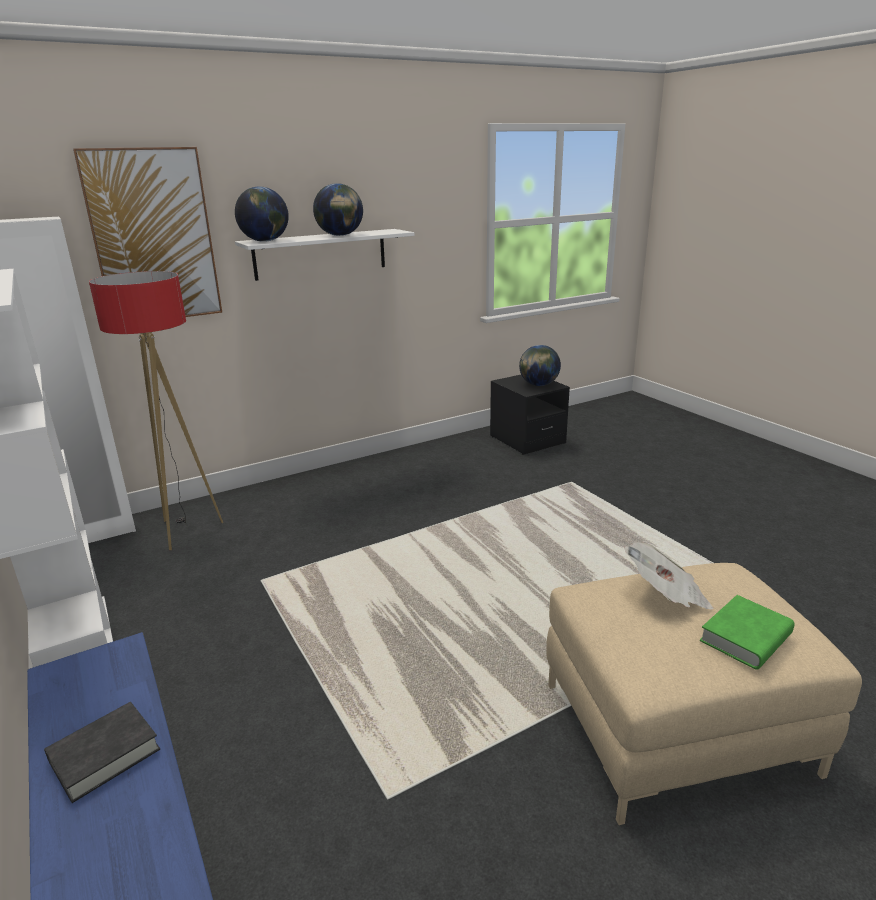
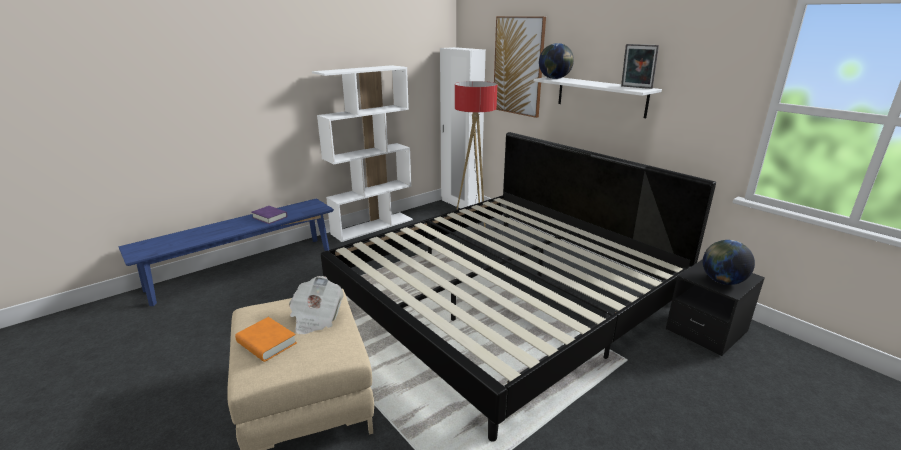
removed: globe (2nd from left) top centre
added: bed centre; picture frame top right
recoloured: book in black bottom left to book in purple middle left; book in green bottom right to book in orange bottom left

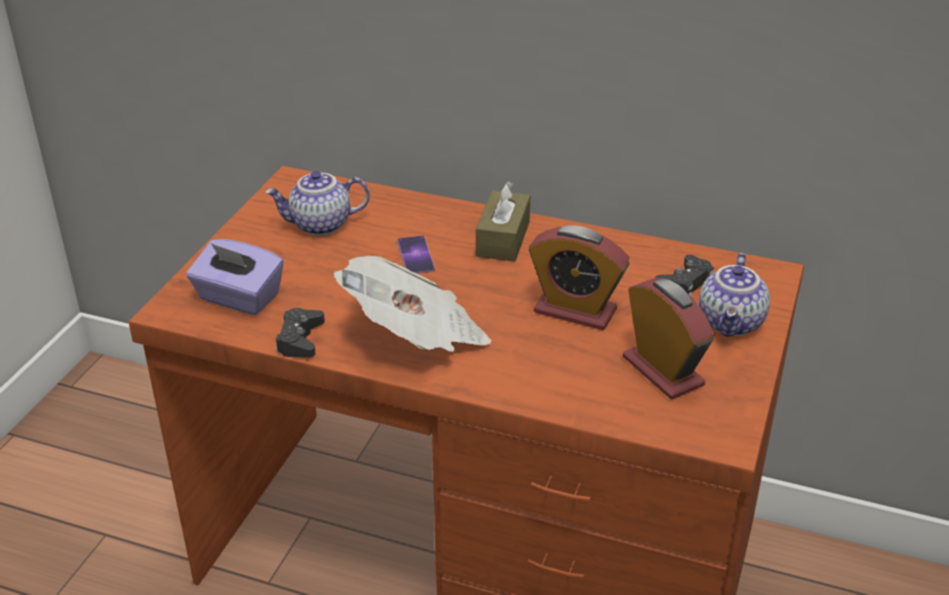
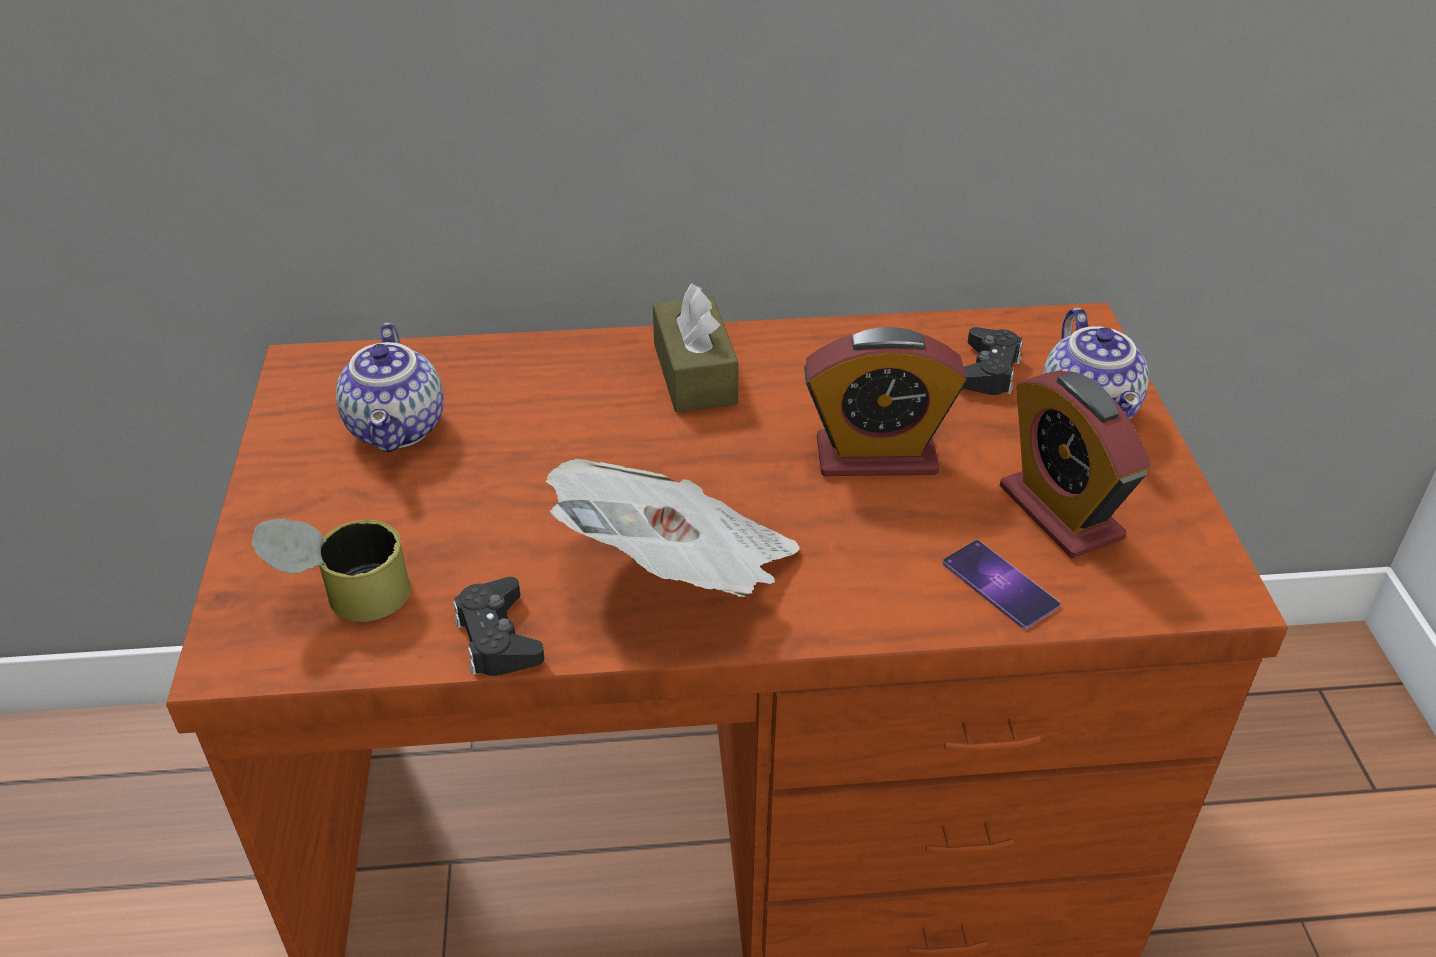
moved: phone centre to middle right
replaced: tissue box in purple middle left to can middle left
turned: teapot (1st from left) centre = middle left 60 degrees counterclockwise; alarm clock (2nd from left) middle right = middle right 150 degrees counterclockwise

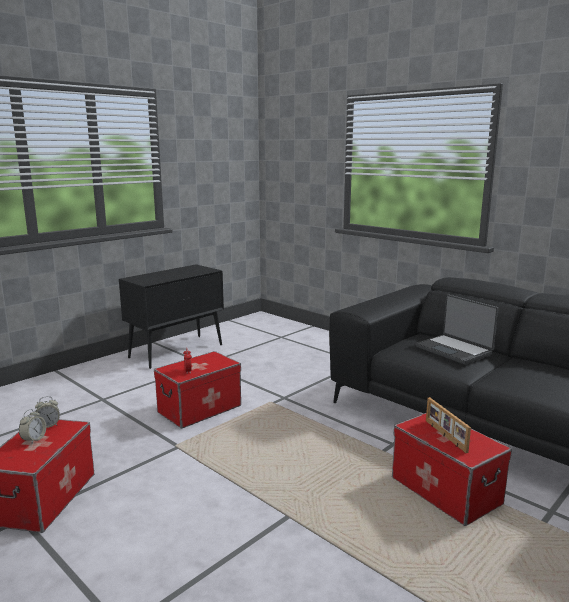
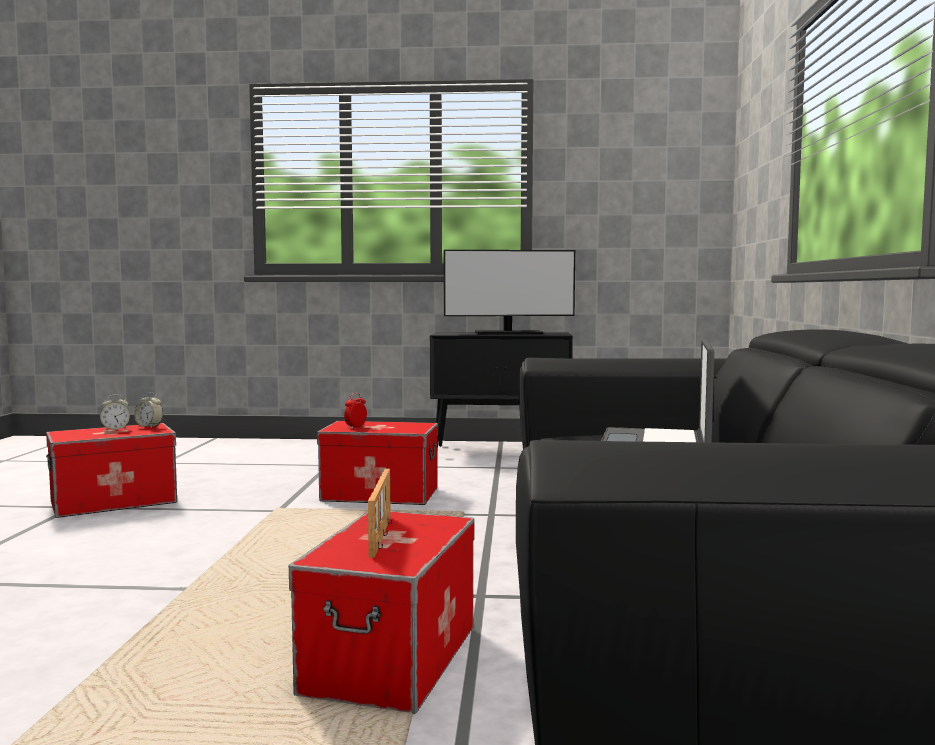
added: monitor centre
turned: picture frame bottom right = bottom centre 150 degrees clockwise

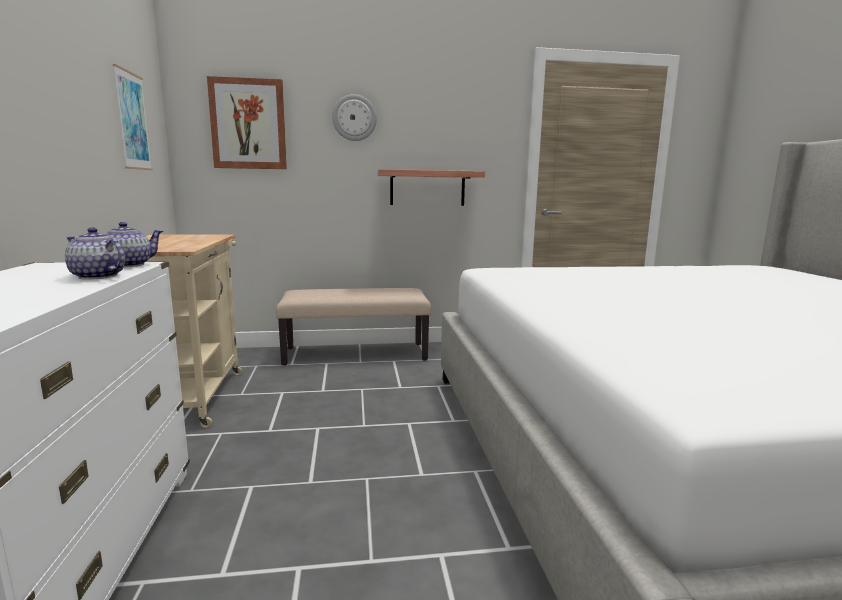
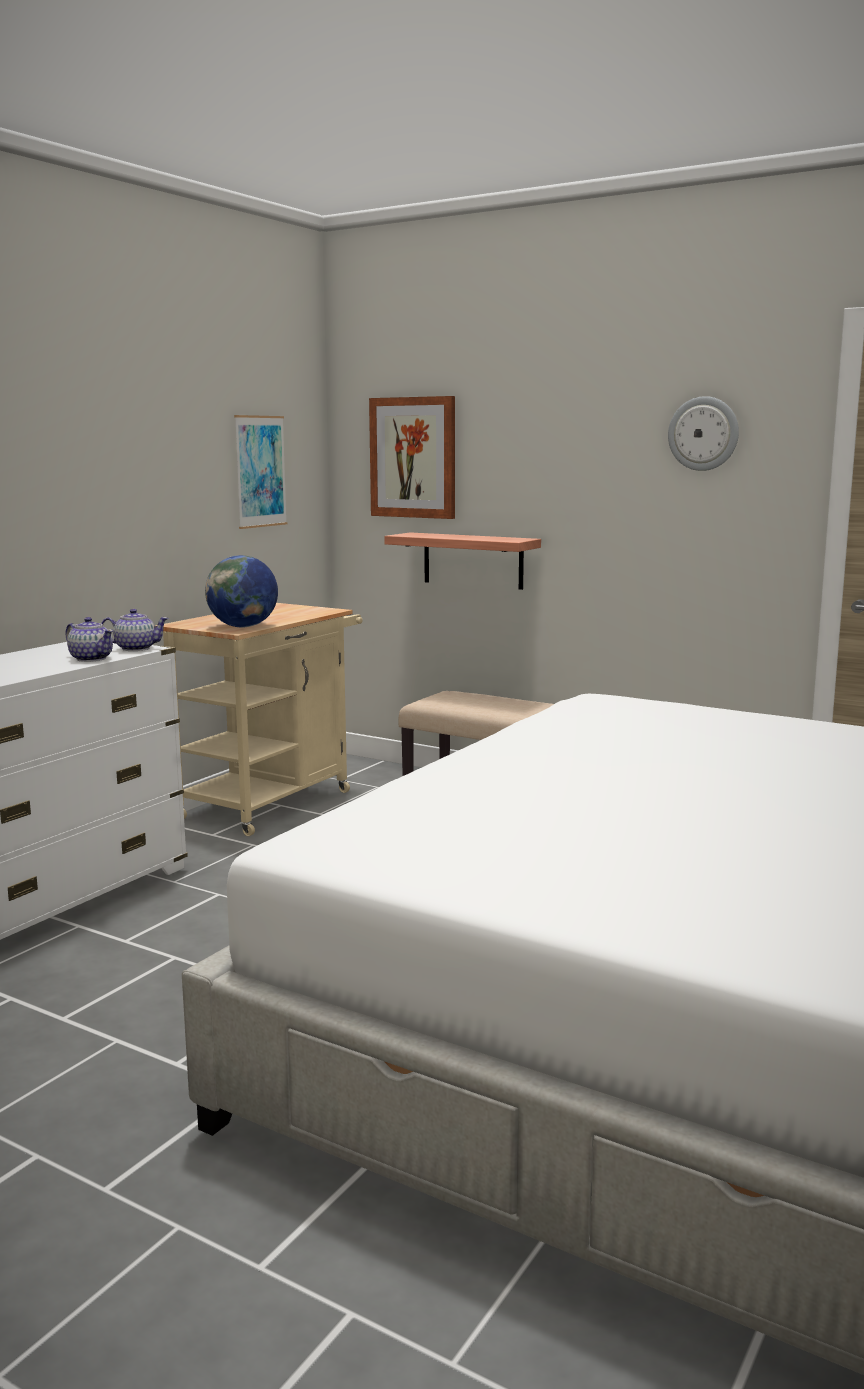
added: globe middle left
moved: wall clock top centre to top right; shelf top centre to centre
turned: teapot (1st from left) middle left = middle left 150 degrees clockwise

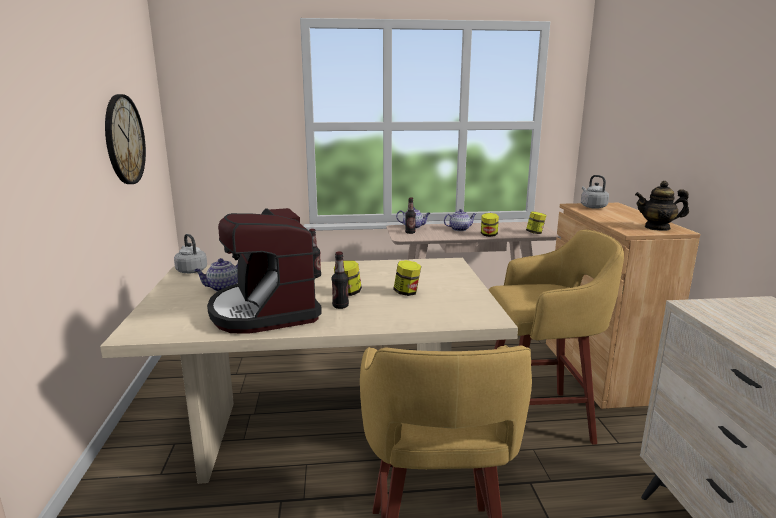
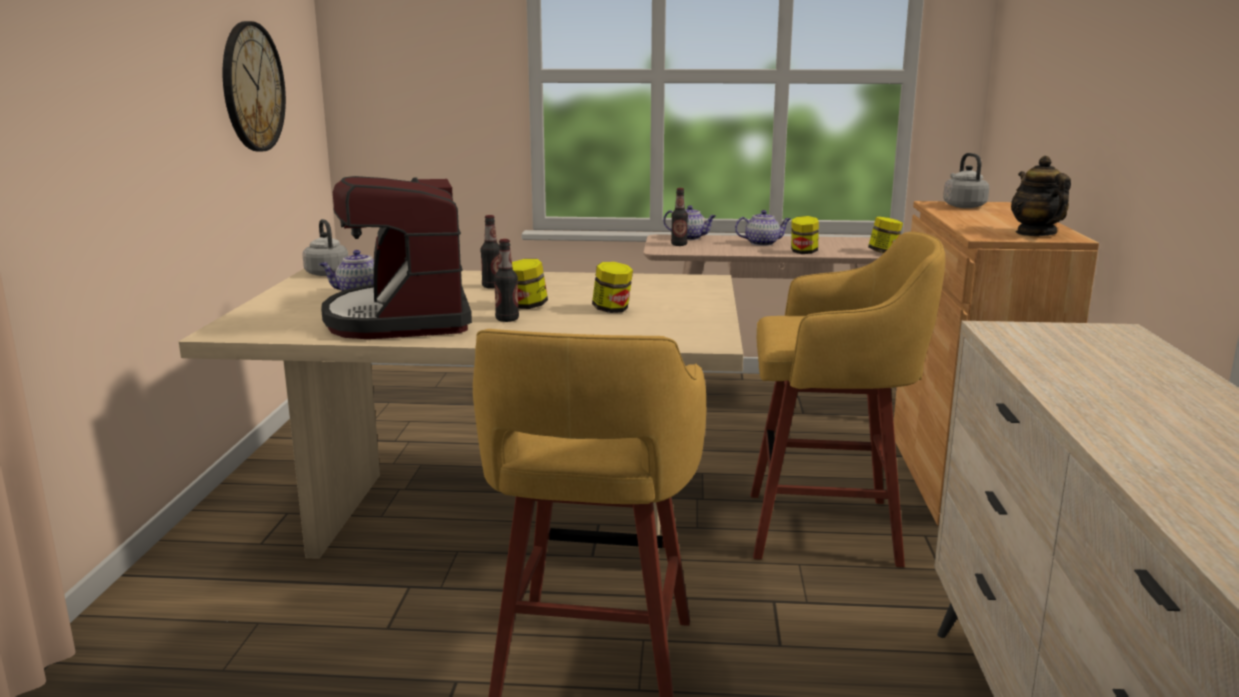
turned: teapot (4th from left) middle right = top right 60 degrees clockwise

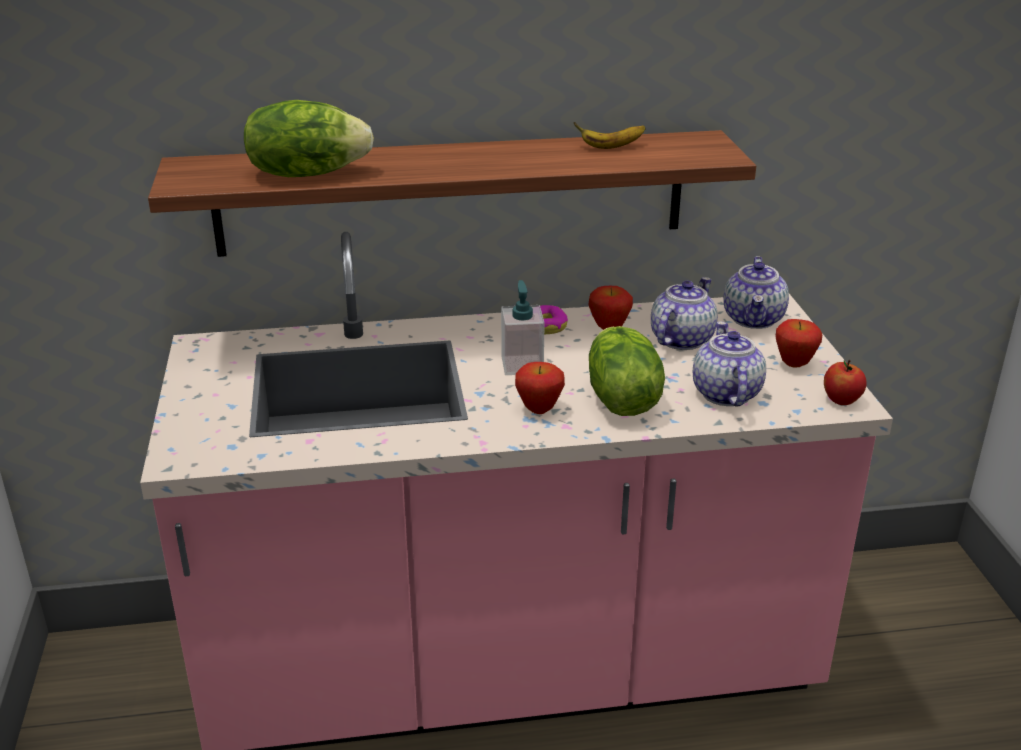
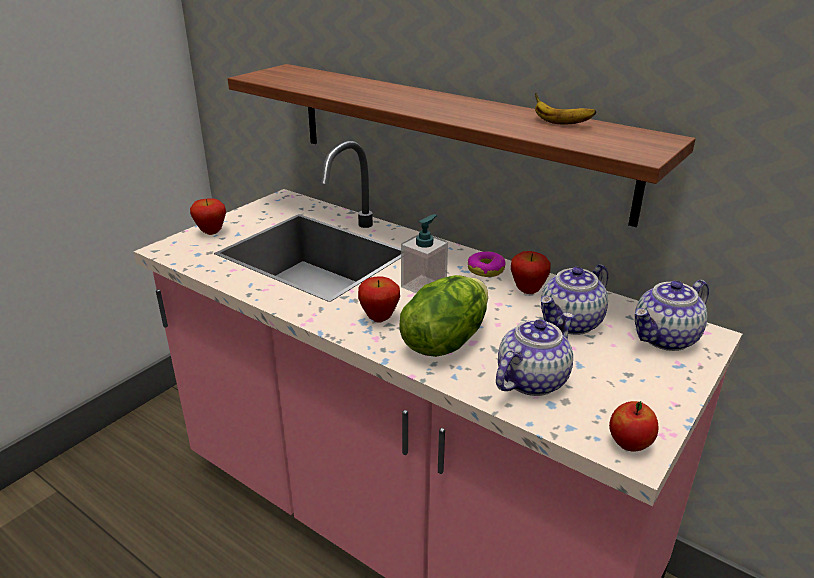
removed: lettuce (1st from left) top left
moved: apple (3rd from left in the first image) middle right to apple (1st from left) middle left
turned: teapot (1st from left in the first image) middle right = middle right 150 degrees clockwise

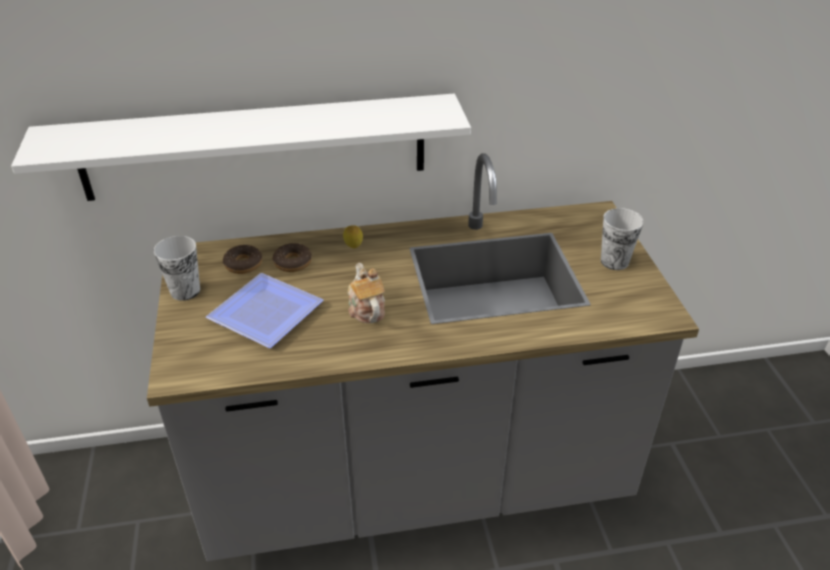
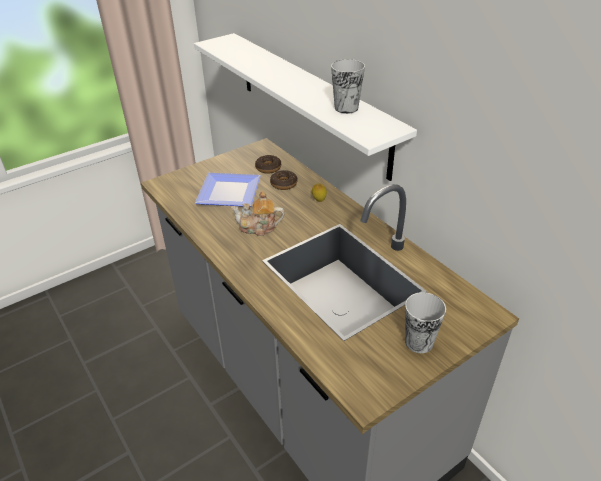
moved: cup (1st from left) middle left to top centre
turned: teapot centre = centre 135 degrees counterclockwise

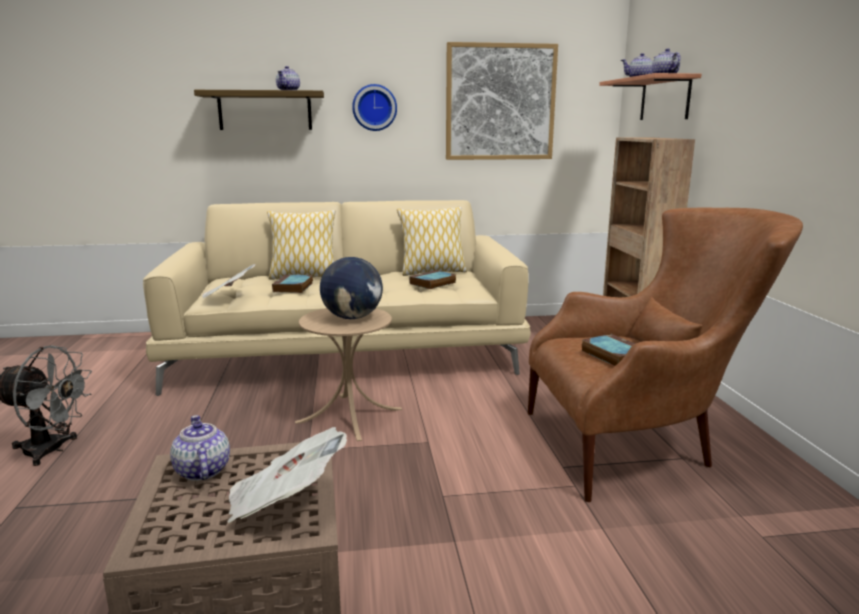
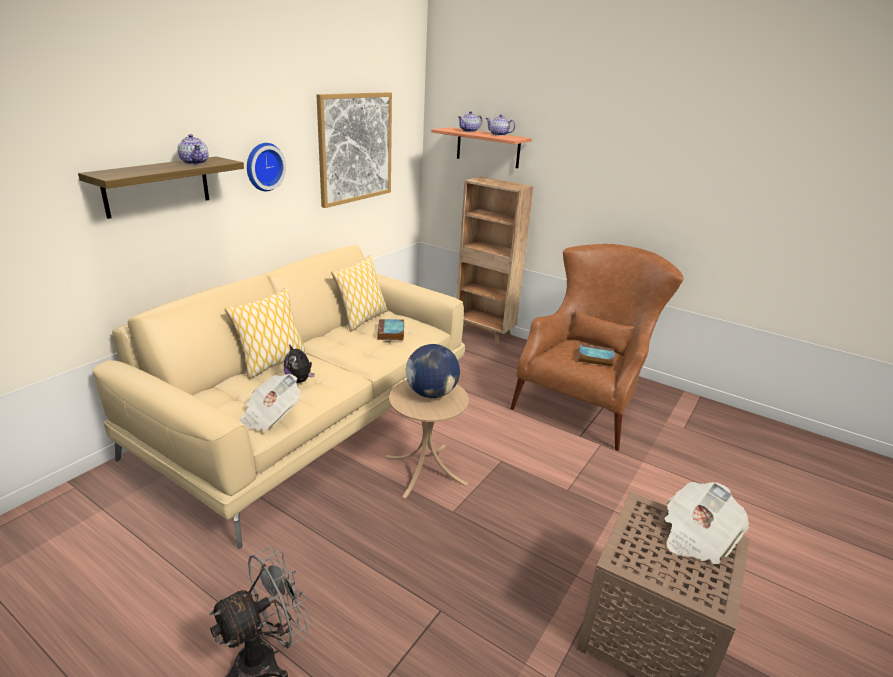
removed: teapot (1st from left) bottom left
replaced: book (1st from left) centre to plush toy centre

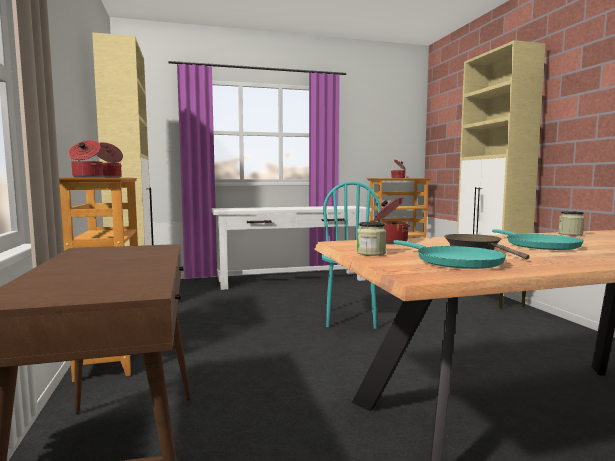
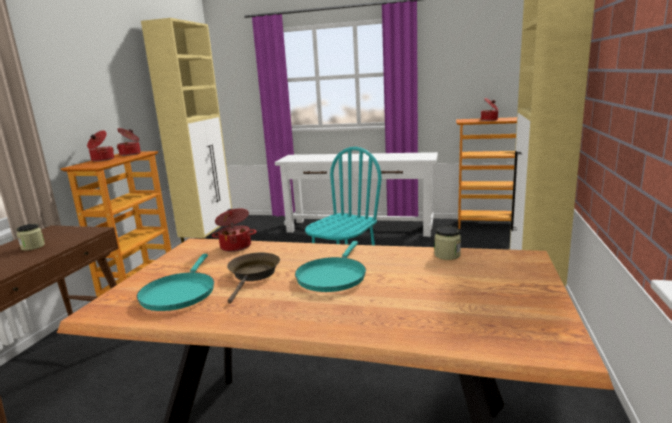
moved: jar (1st from left) centre to middle left

